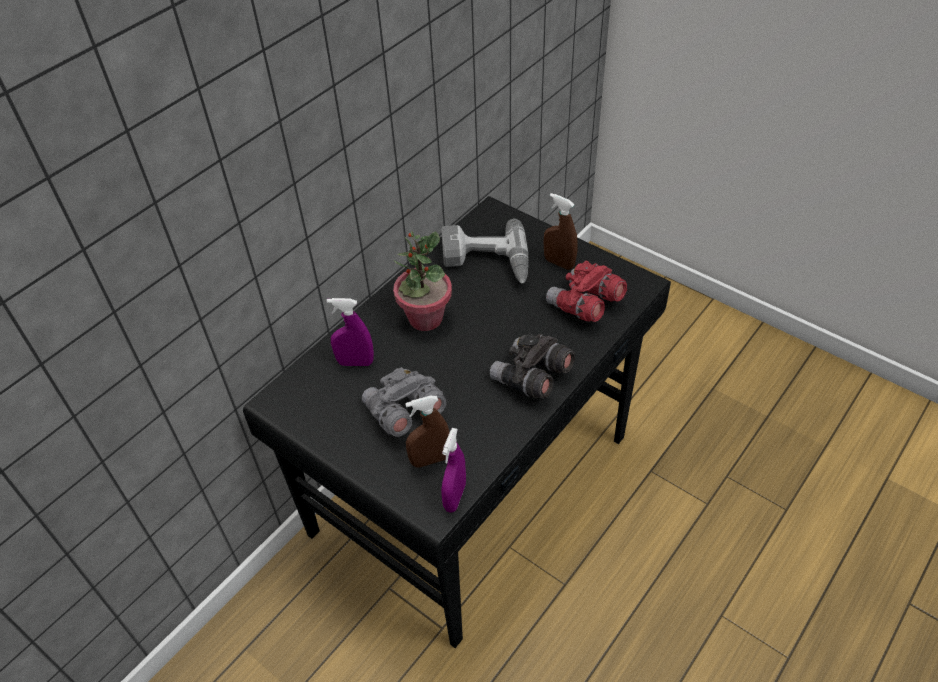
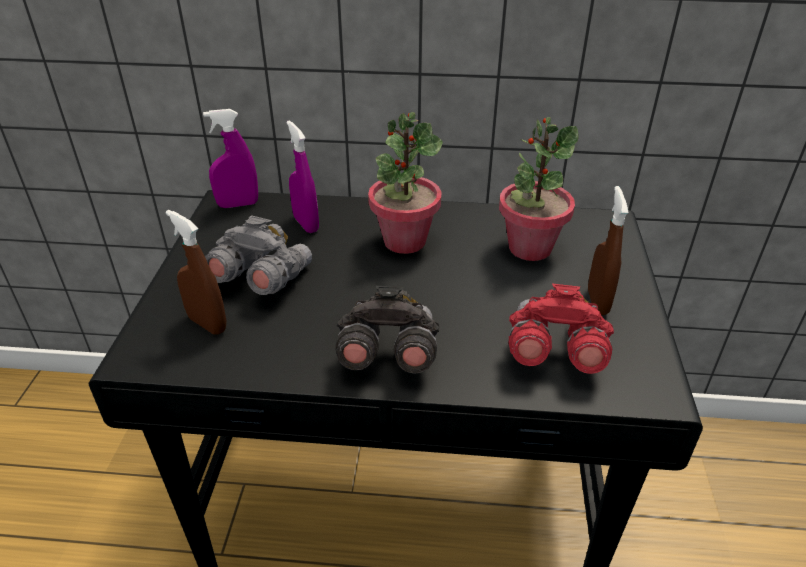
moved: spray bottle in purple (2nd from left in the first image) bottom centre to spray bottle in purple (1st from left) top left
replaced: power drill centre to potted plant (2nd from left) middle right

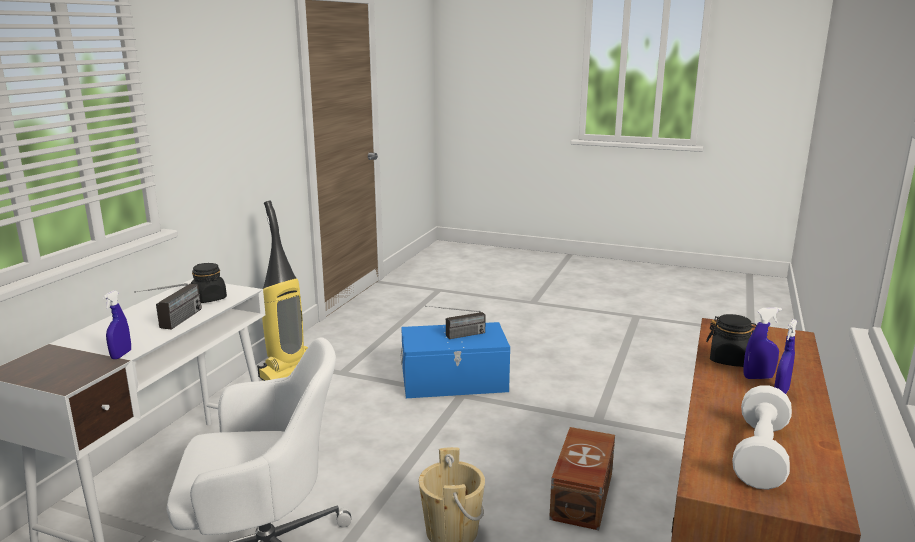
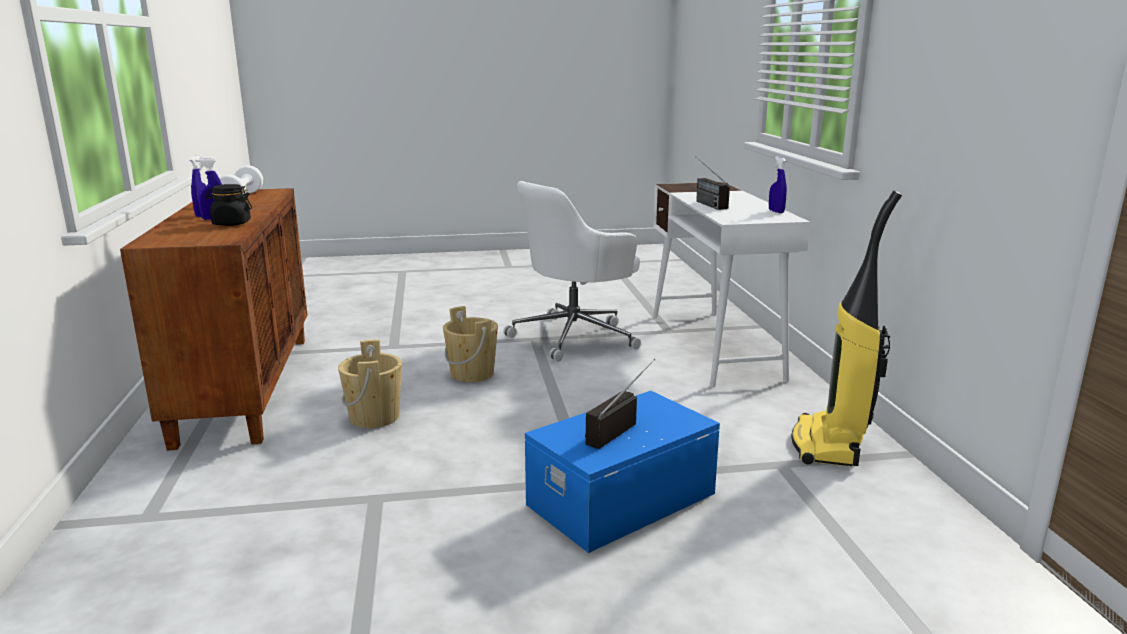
removed: jar in black (1st from left) middle left
moved: spray bottle in blue (1st from left in the first image) middle left to spray bottle in blue (3rd from left) top right
replaced: storage box in brown bottom centre to bucket in beige (1st from left) middle left

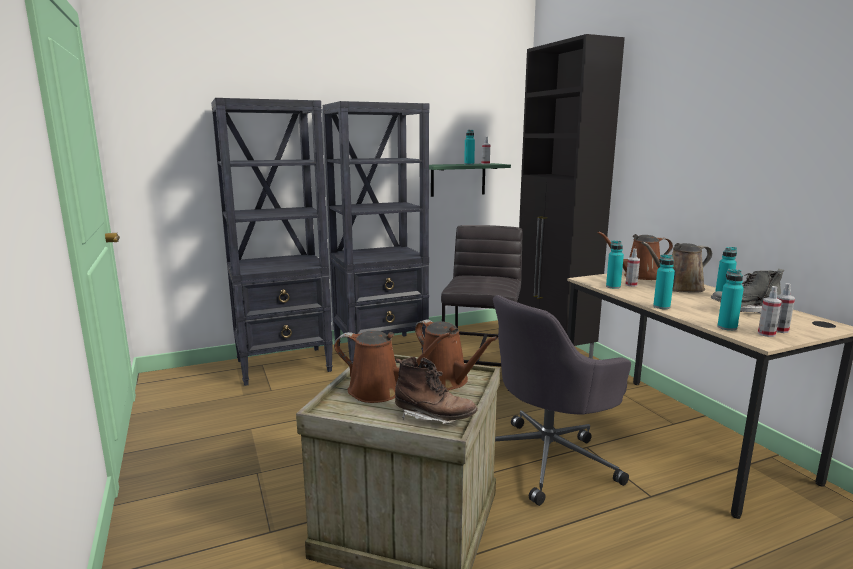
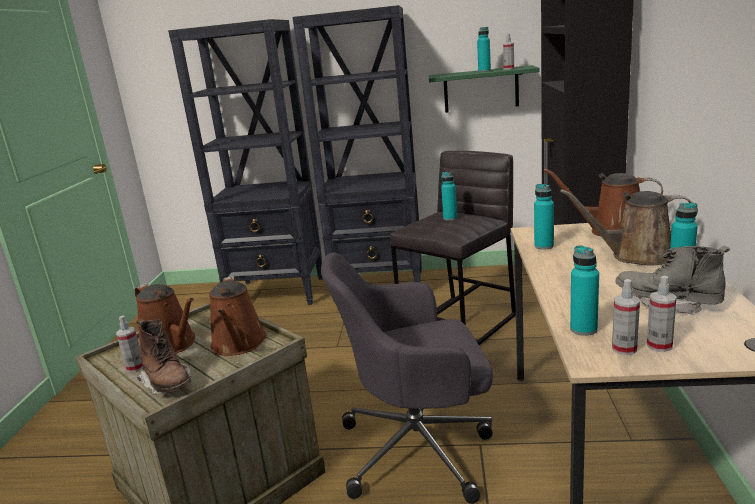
moved: spray bottle (2nd from left in the first image) middle right to spray bottle (1st from left) bottom left; bottle in turquoise (3rd from left in the first image) middle right to bottle in turquoise (1st from left) centre

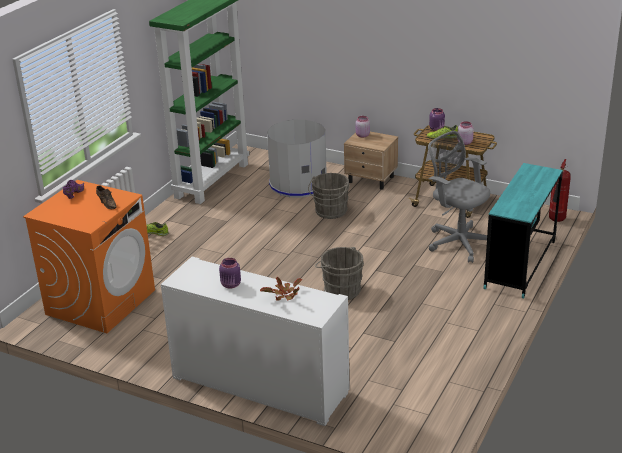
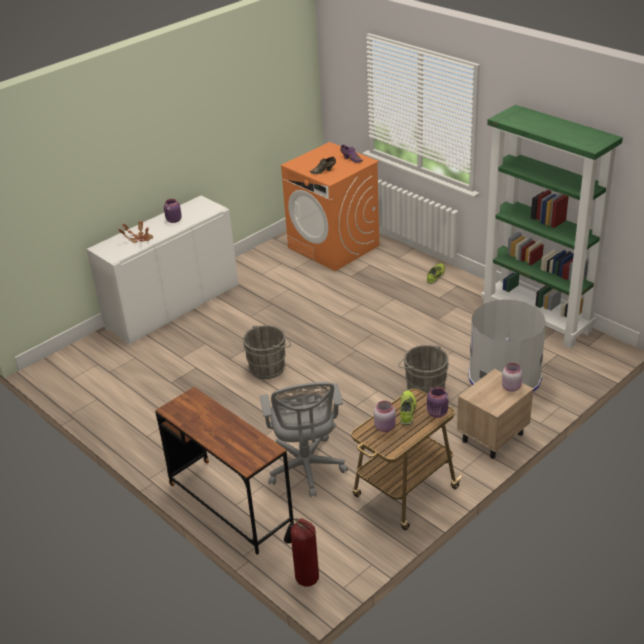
recoloured: desk in turquoise middle right to desk in brown bottom centre
turned: office chair in grey middle right = bottom centre 105 degrees clockwise

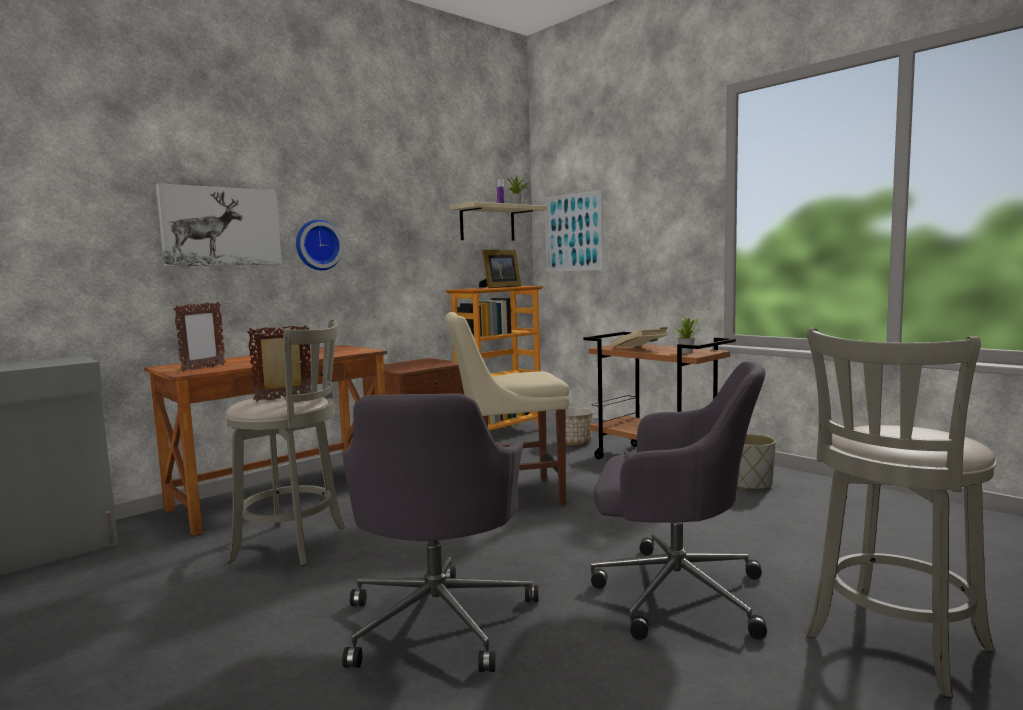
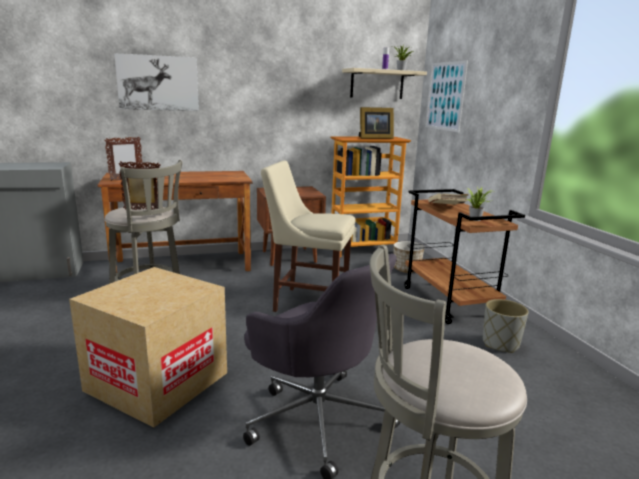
removed: wall clock middle left
replaced: office chair in grey (1st from left) bottom centre to cardboard box bottom left

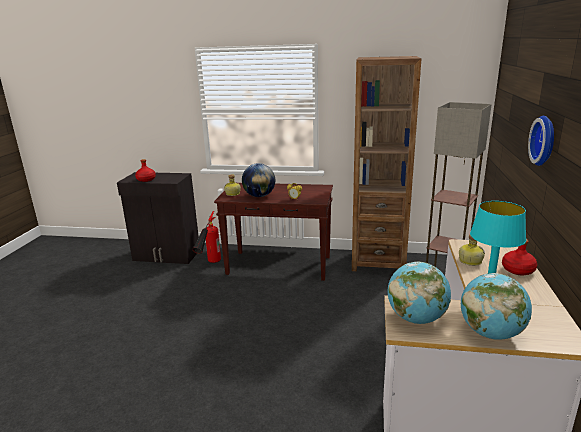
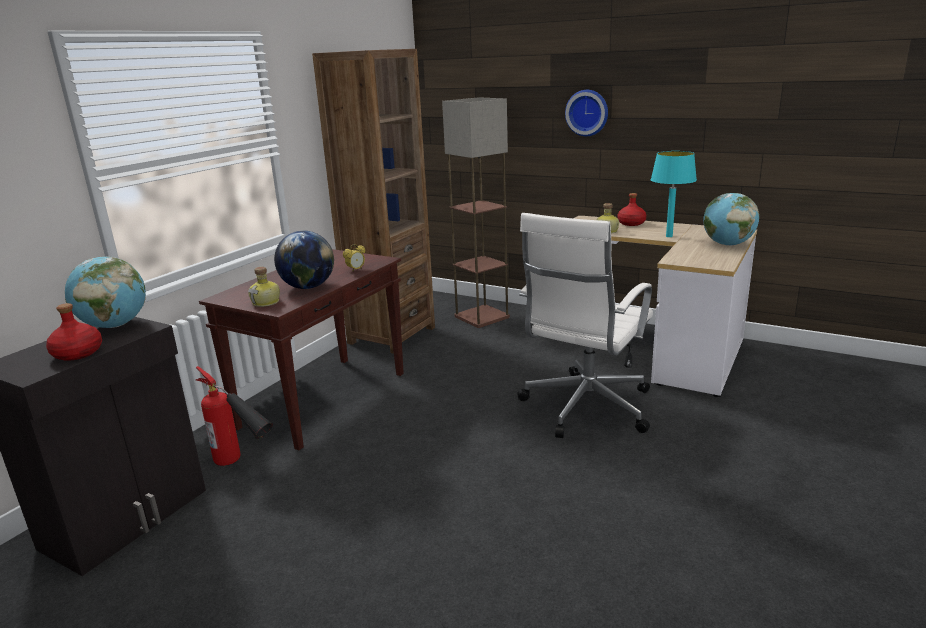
added: office chair in white centre
moved: globe (2nd from left in the first image) bottom right to globe (1st from left) middle left

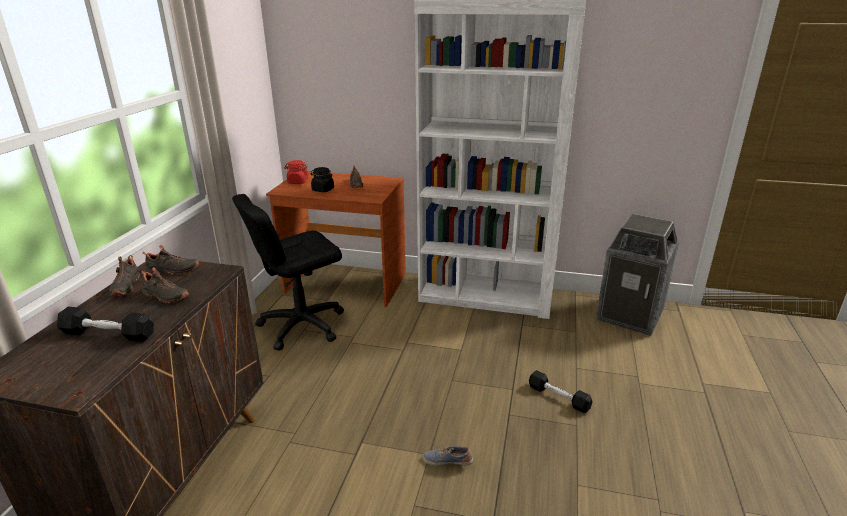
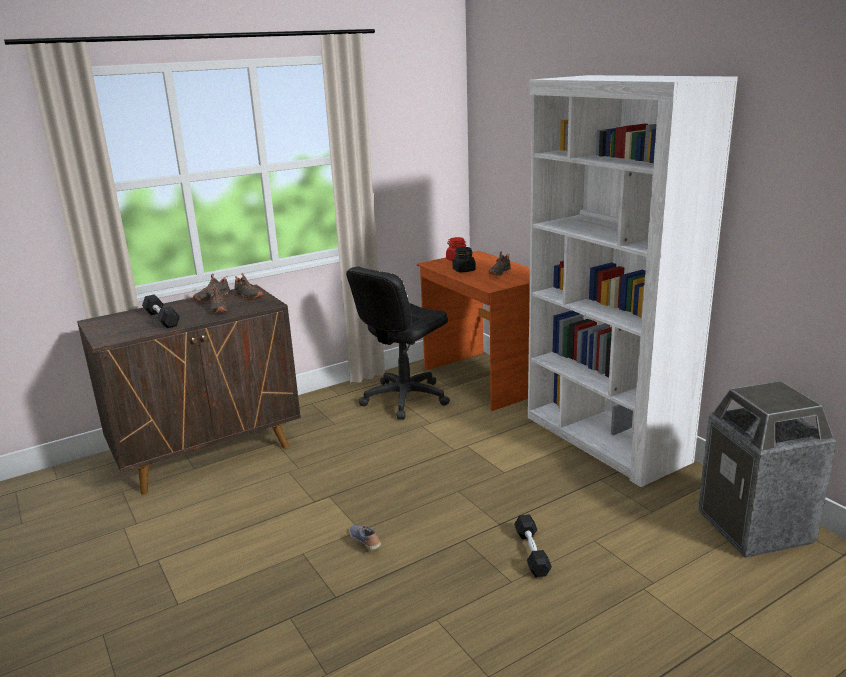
turned: office chair in black centre = centre 60 degrees counterclockwise

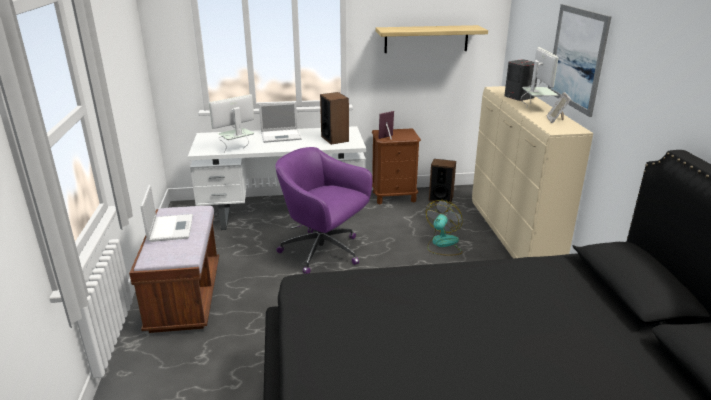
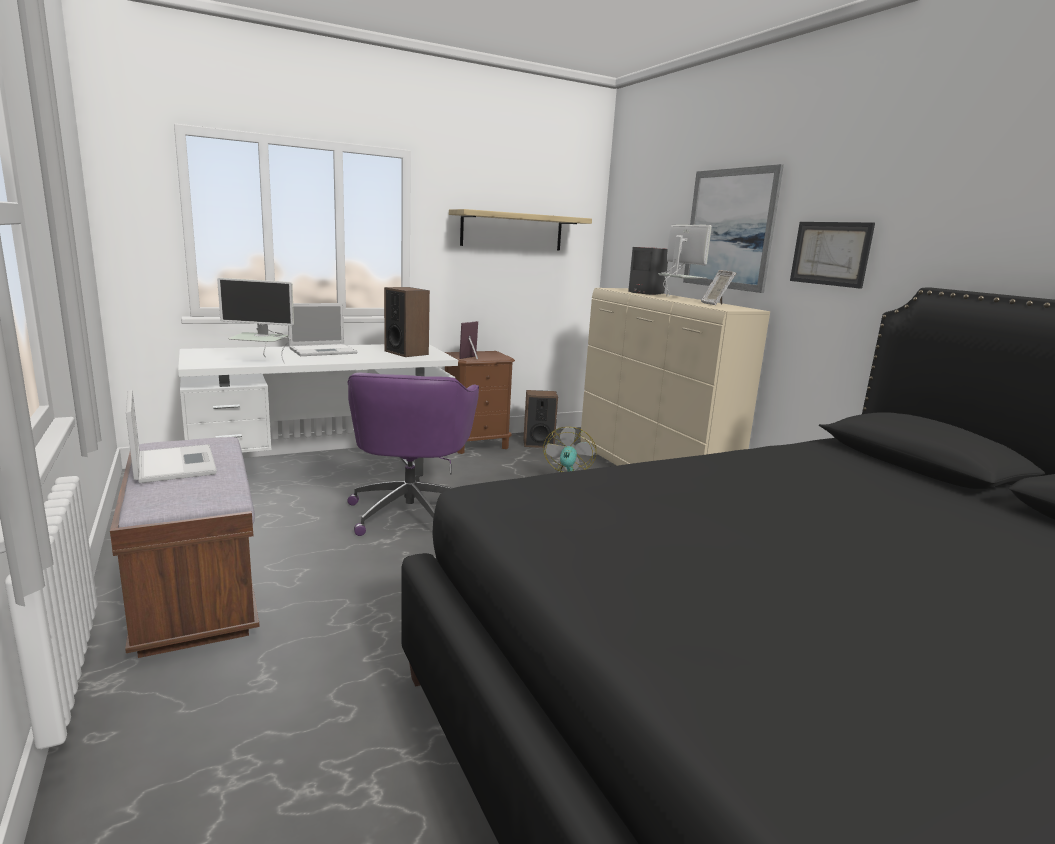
added: picture (2nd from left) top right
turned: monitor (1st from left) top left = middle left 120 degrees counterclockwise; office chair in purple centre = centre 105 degrees counterclockwise

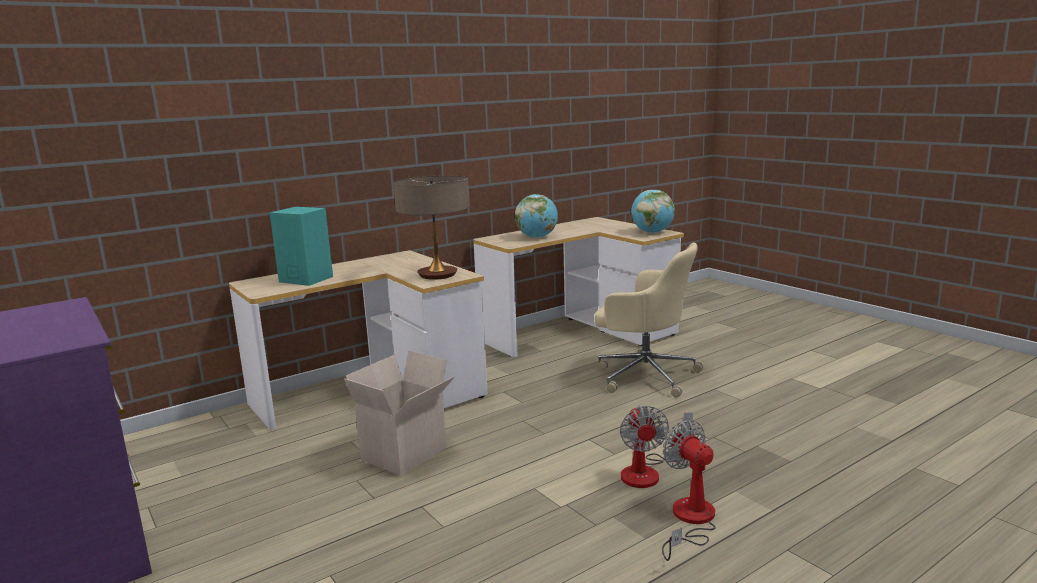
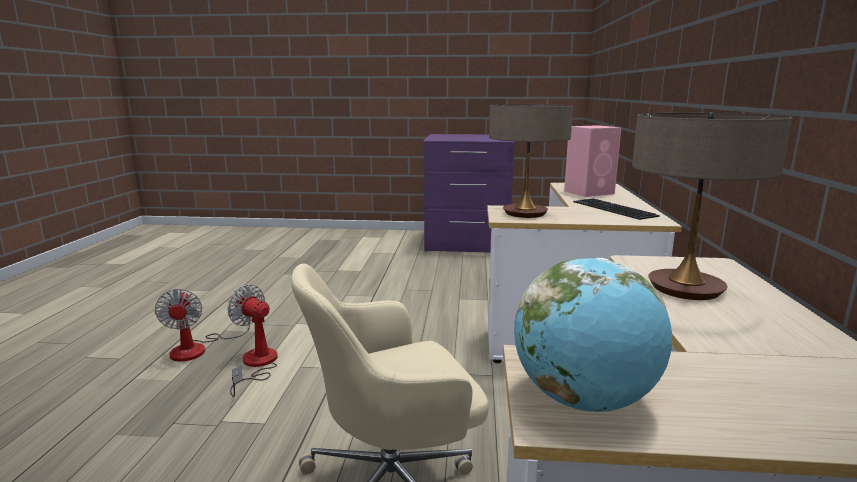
removed: cardboard box bottom centre
added: keyboard middle right
replaced: globe (1st from left) centre to table lamp (2nd from left) middle right
recoloured: speaker in turquoise middle left to speaker in pink middle right
turned: fan (2nd from left in the first image) bottom centre = bottom left 60 degrees clockwise

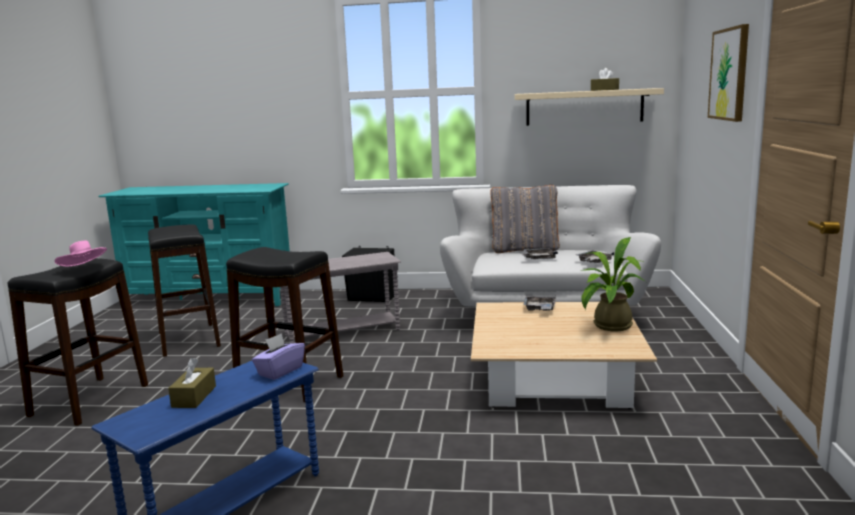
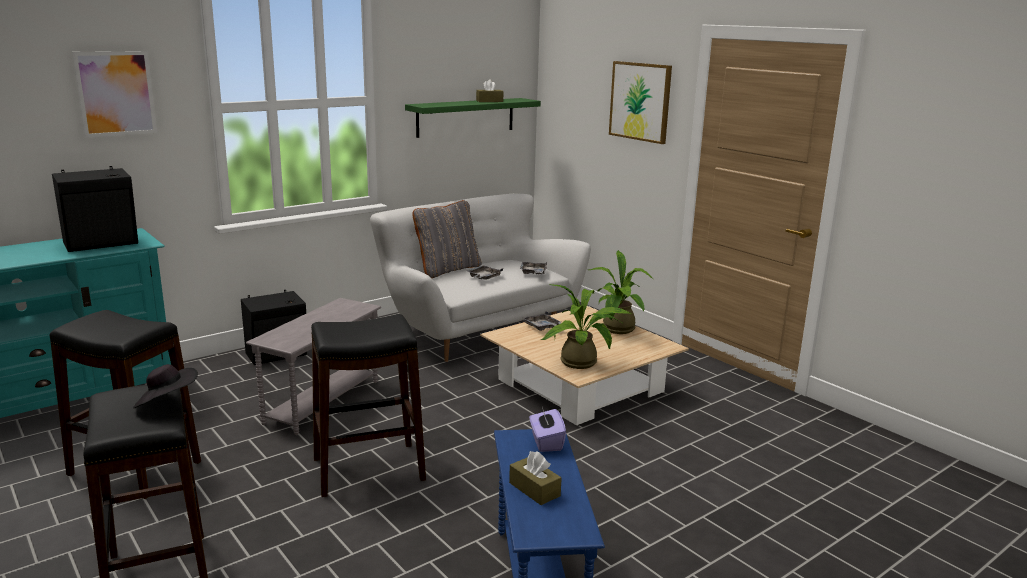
added: speaker in black (1st from left) middle left; picture (1st from left) top left; potted plant (1st from left) centre
recoloured: hat in pink middle left to hat in black bottom left; shelf in beige top right to shelf in green top centre

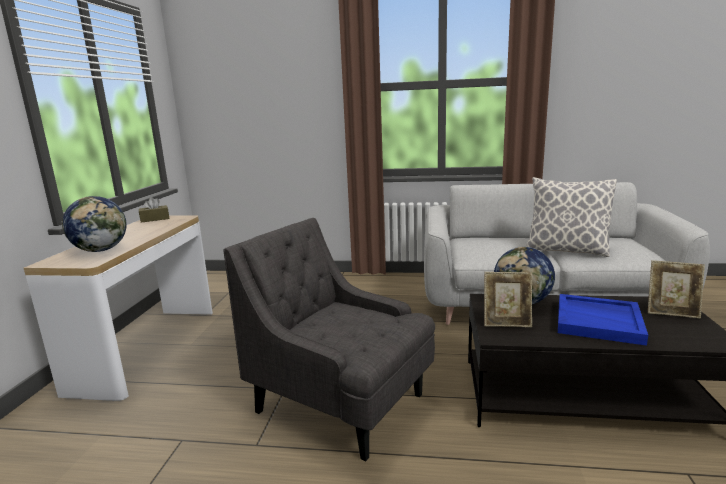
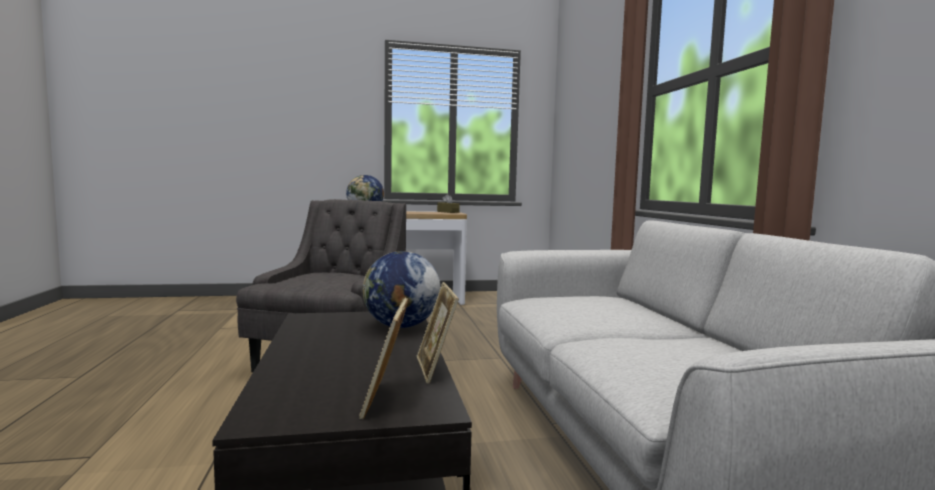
removed: pillow middle right; tray in blue middle right
moved: picture frame (1st from left in the first image) middle right to picture frame (2nd from left) bottom centre

